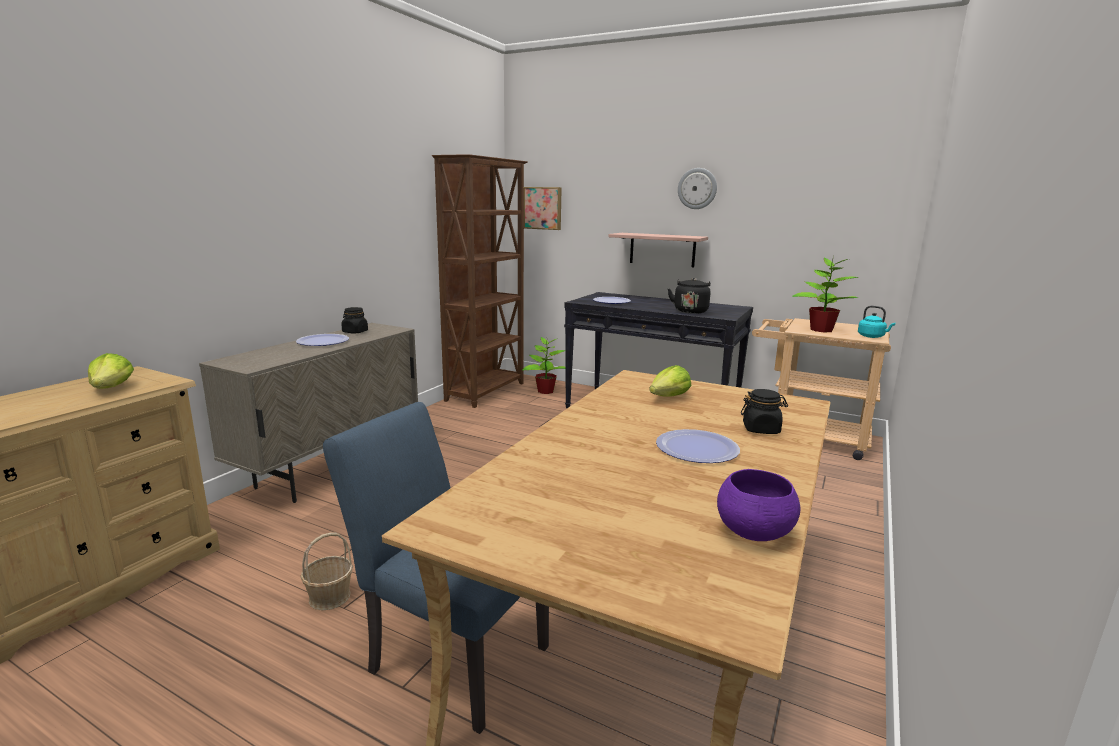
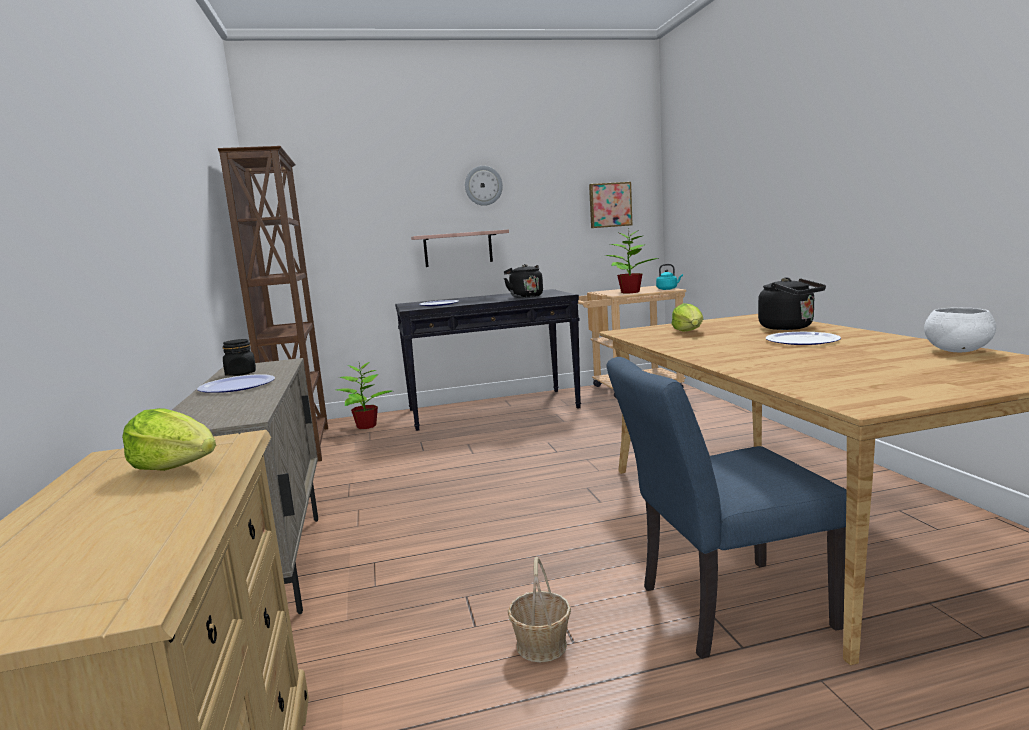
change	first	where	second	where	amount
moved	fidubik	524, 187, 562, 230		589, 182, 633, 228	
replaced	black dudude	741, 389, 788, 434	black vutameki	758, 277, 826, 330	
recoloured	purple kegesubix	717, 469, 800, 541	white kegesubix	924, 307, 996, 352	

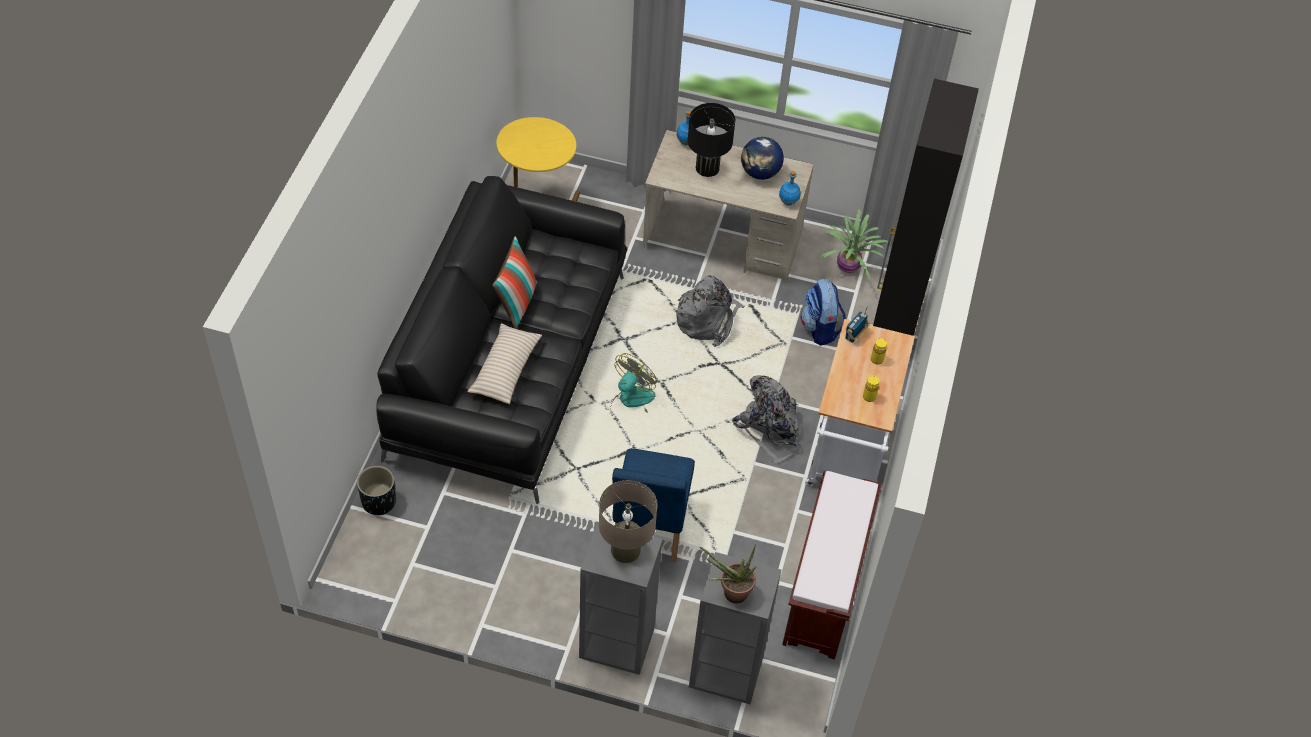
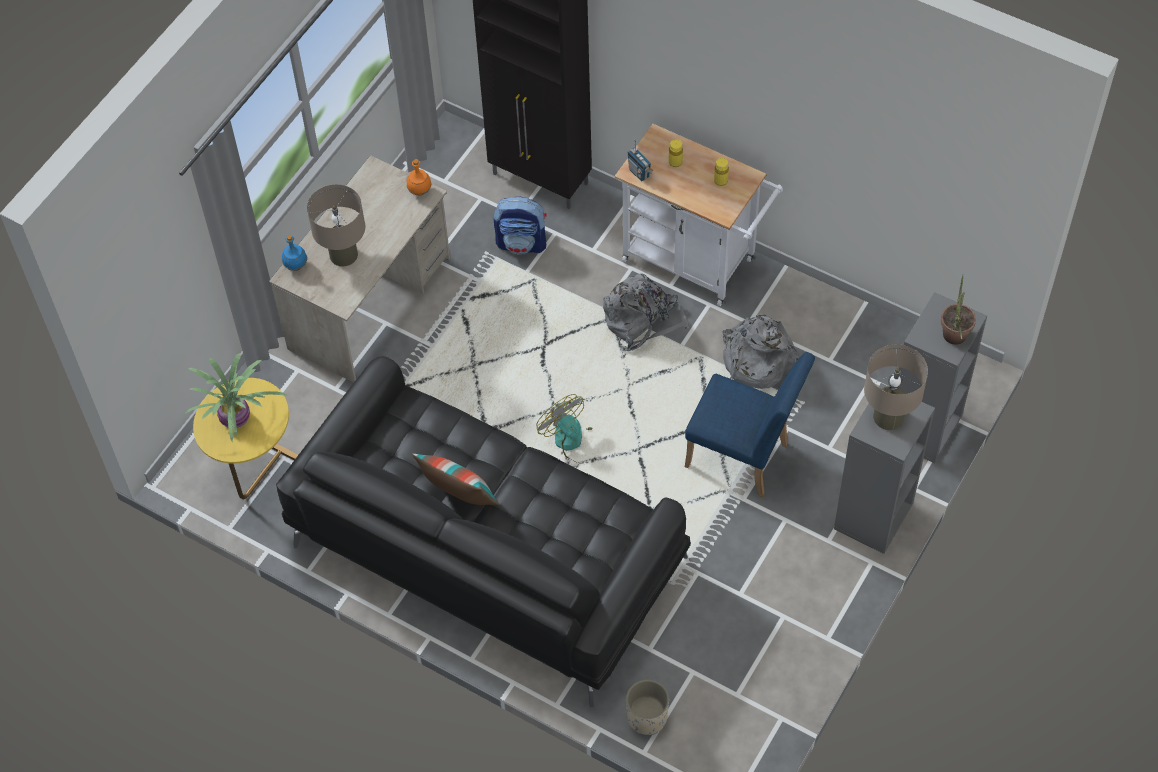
change	first	where	second	where	amount
recoloured	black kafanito	688, 103, 735, 177	beige kafanito	307, 184, 365, 266	
removed	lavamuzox	741, 137, 784, 180			
recoloured	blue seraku	779, 171, 801, 206	orange seraku	407, 159, 431, 196	
moved	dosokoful	818, 209, 891, 281		185, 353, 288, 442	
moved	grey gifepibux	676, 275, 745, 347		722, 315, 799, 389	
removed	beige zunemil	467, 323, 542, 404			
recoloured	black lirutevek	357, 466, 396, 515	beige lirutevek	626, 680, 669, 735	
removed	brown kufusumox	782, 471, 882, 659			

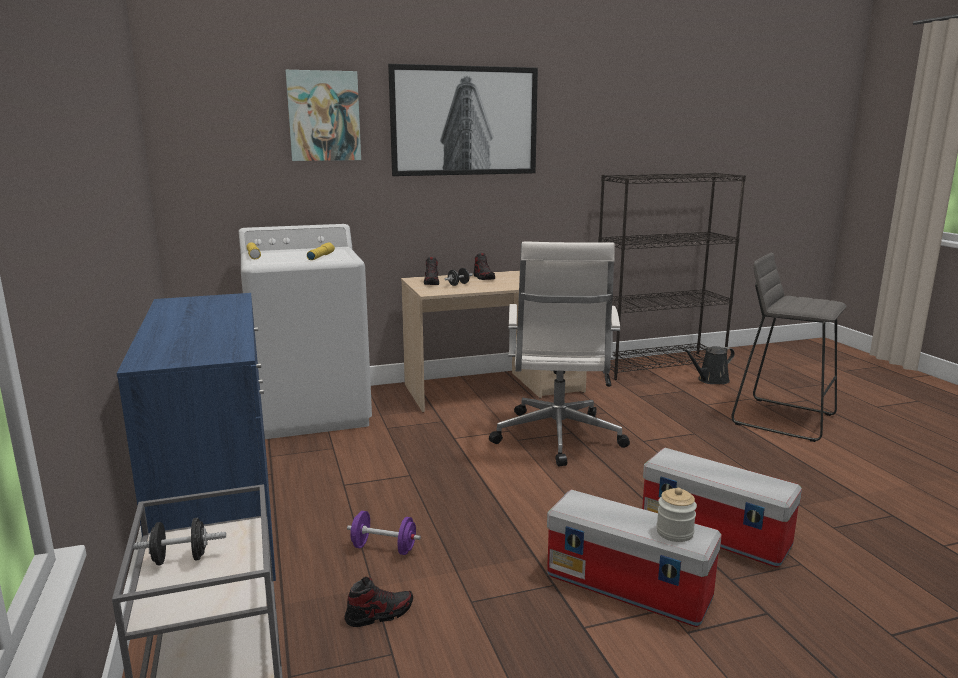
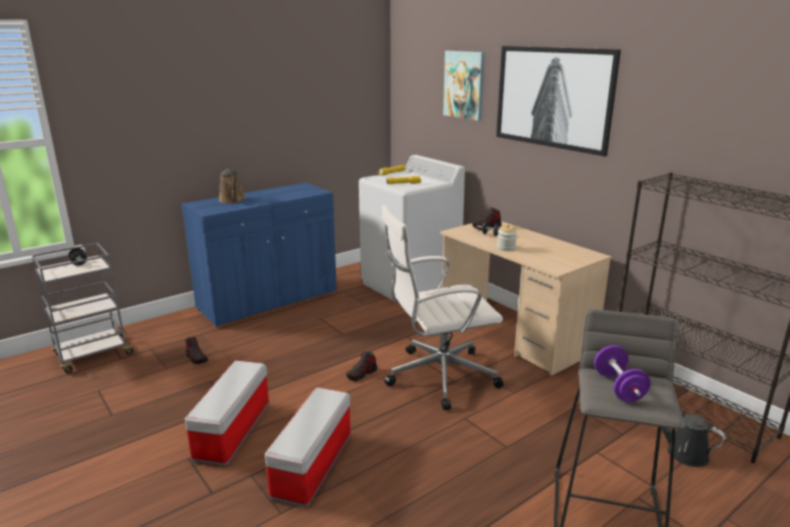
change	first	where	second	where	amount
moved	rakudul	473, 253, 495, 280		346, 351, 377, 381	
moved	dudude	656, 488, 697, 542		497, 224, 517, 251	
moved	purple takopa	347, 511, 421, 555		594, 345, 651, 402	
added			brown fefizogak	219, 169, 245, 203	

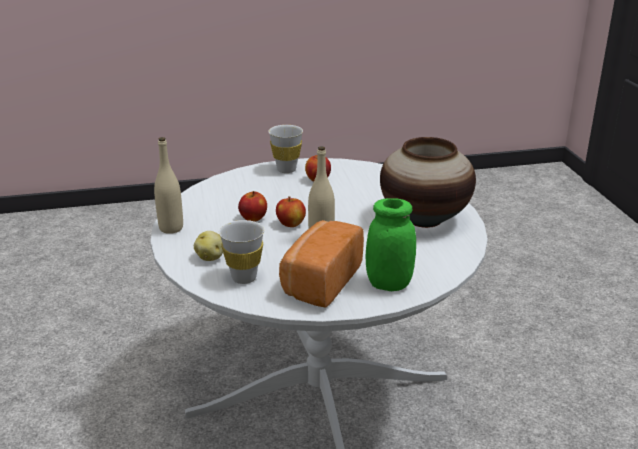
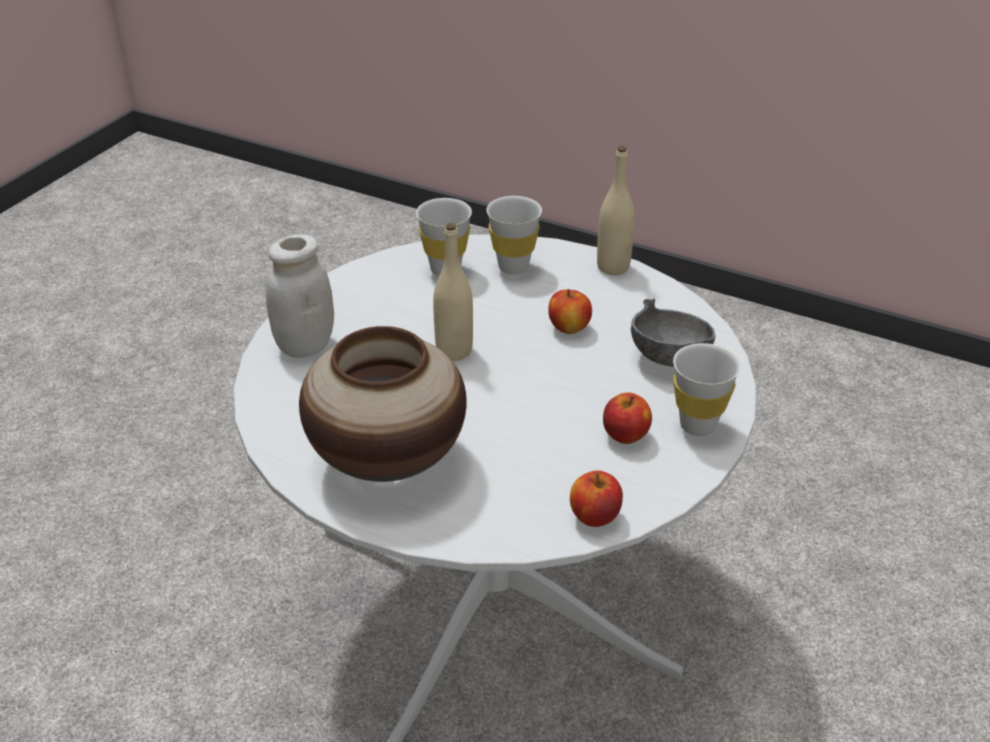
change	first	where	second	where	amount
moved	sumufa	276, 196, 306, 227		570, 471, 623, 527	
recoloured	green dudude	366, 198, 416, 291	white dudude	266, 234, 334, 357	
removed	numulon	279, 220, 364, 308			
replaced	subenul	194, 231, 223, 261	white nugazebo	486, 196, 542, 275	
added			grey kegesubix	631, 299, 716, 367	

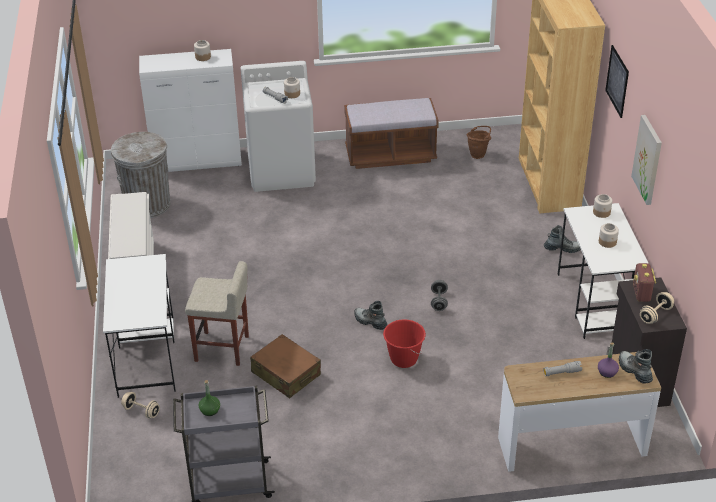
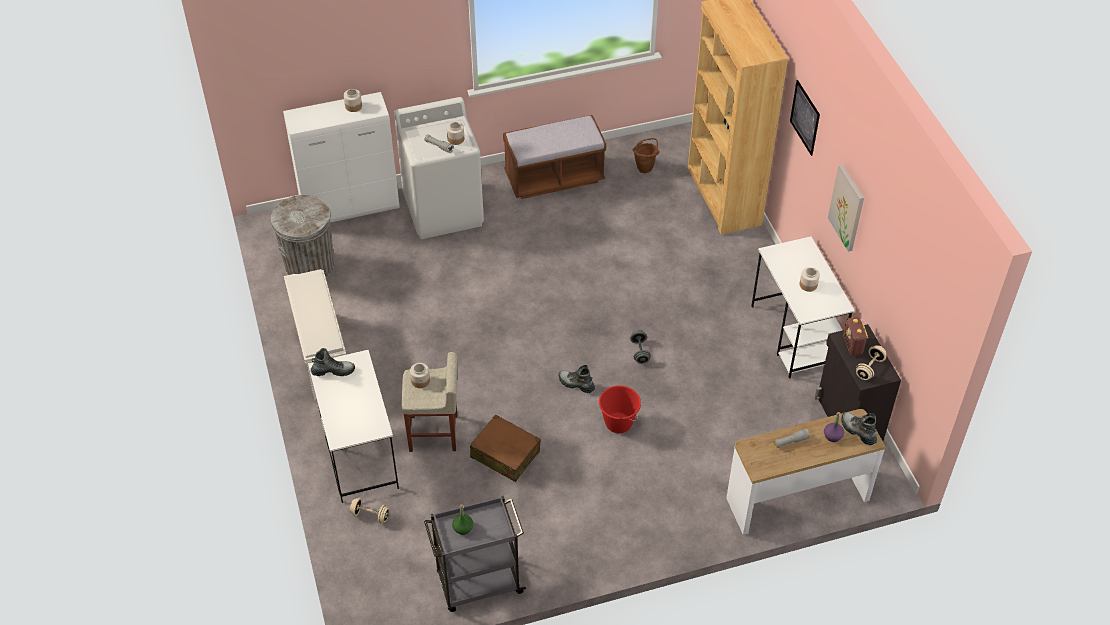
change	first	where	second	where	amount
moved	dudude	593, 194, 612, 218		410, 363, 430, 388	
moved	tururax	544, 225, 581, 253		311, 348, 355, 376	

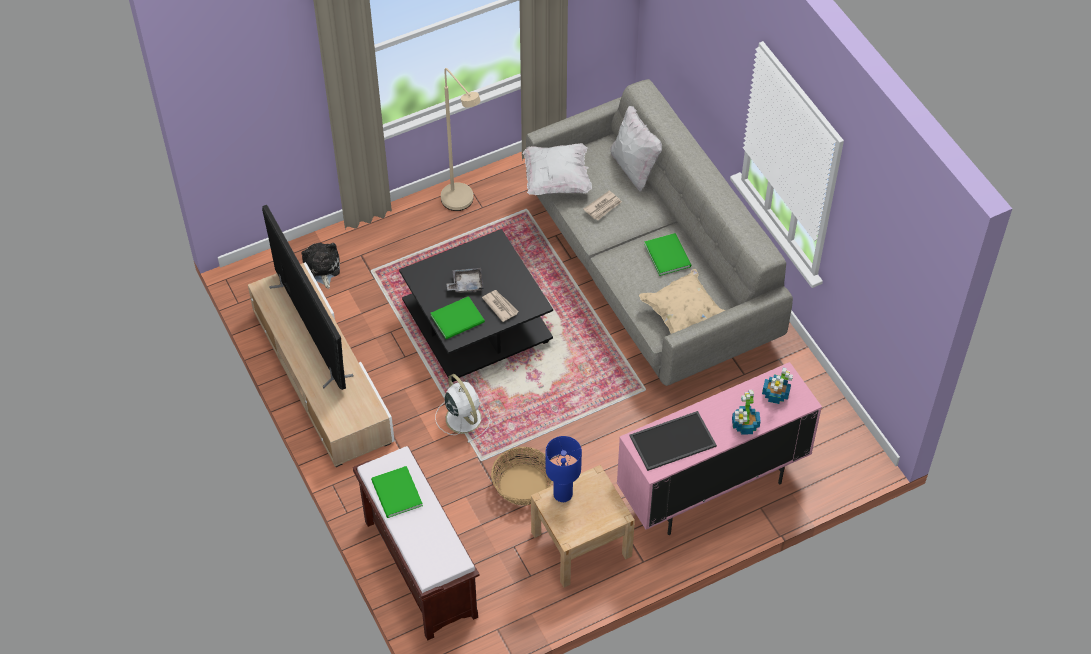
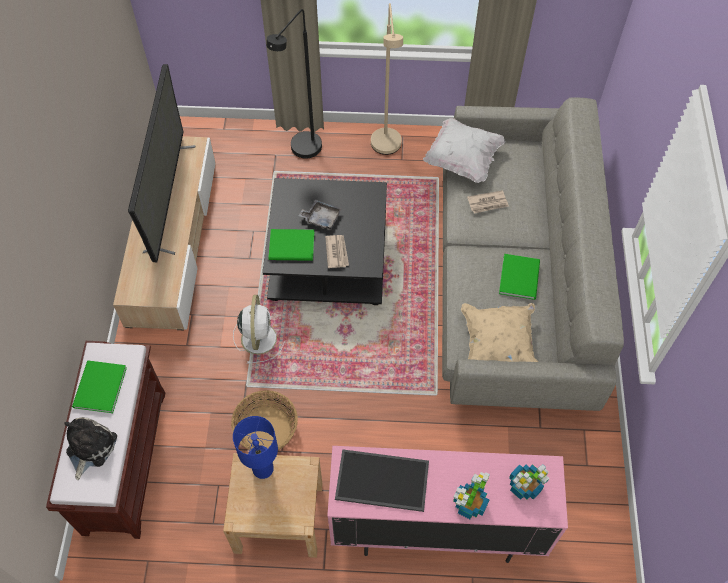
change	first	where	second	where	amount
removed	white zunemil	610, 106, 662, 191			
moved	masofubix	301, 243, 340, 289		64, 417, 117, 480	
added			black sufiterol	266, 9, 322, 158	

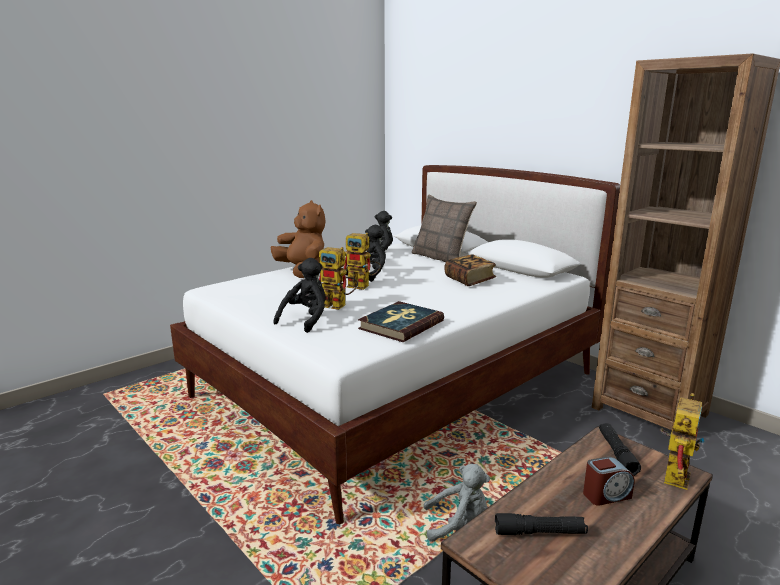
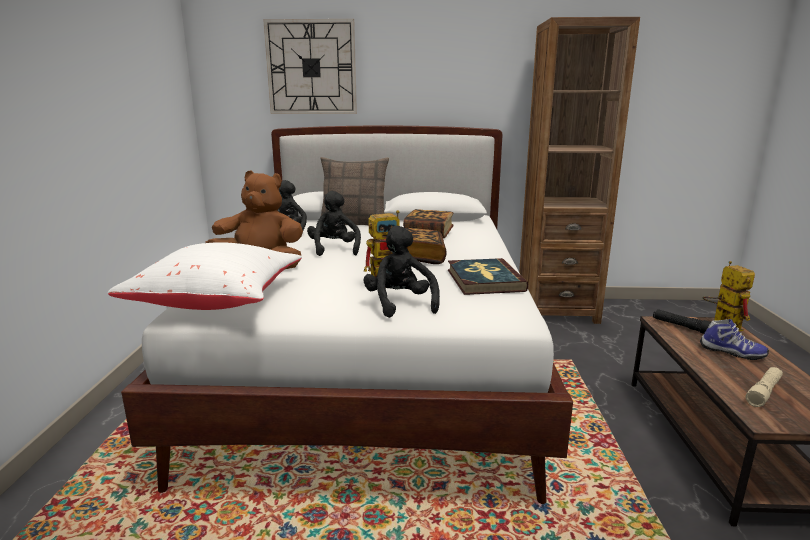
change	first	where	second	where	amount
removed	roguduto	344, 233, 381, 290			
replaced	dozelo	583, 457, 635, 506	rakudul	700, 319, 769, 360	
removed	grey masofubix	424, 464, 490, 541			
recoloured	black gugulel	495, 513, 588, 535	beige gugulel	745, 367, 783, 407	
added			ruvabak	263, 19, 357, 114	
added			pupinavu	405, 228, 447, 264	
added			white zunemil	108, 242, 302, 310	

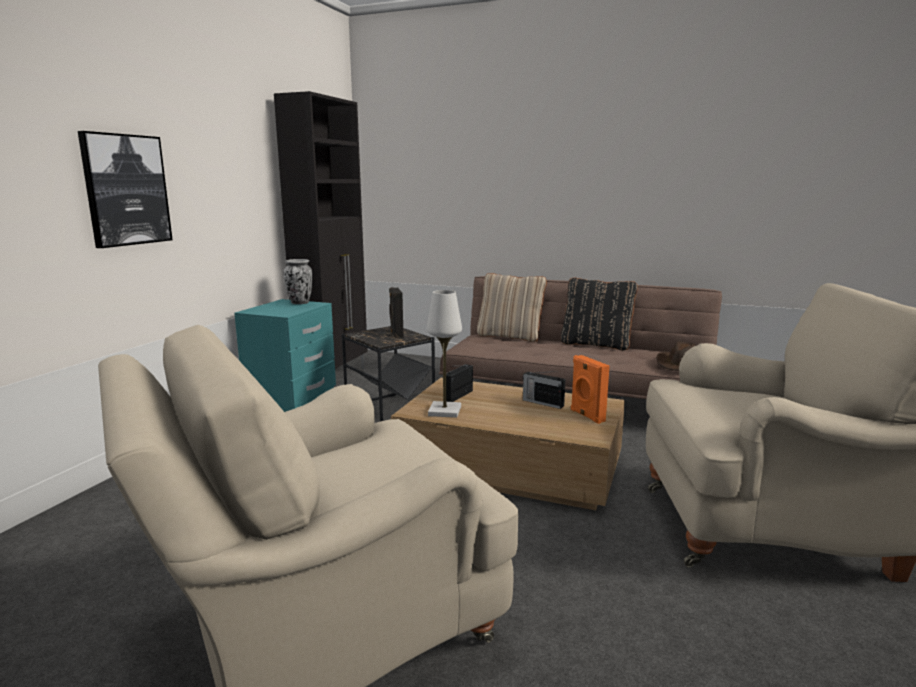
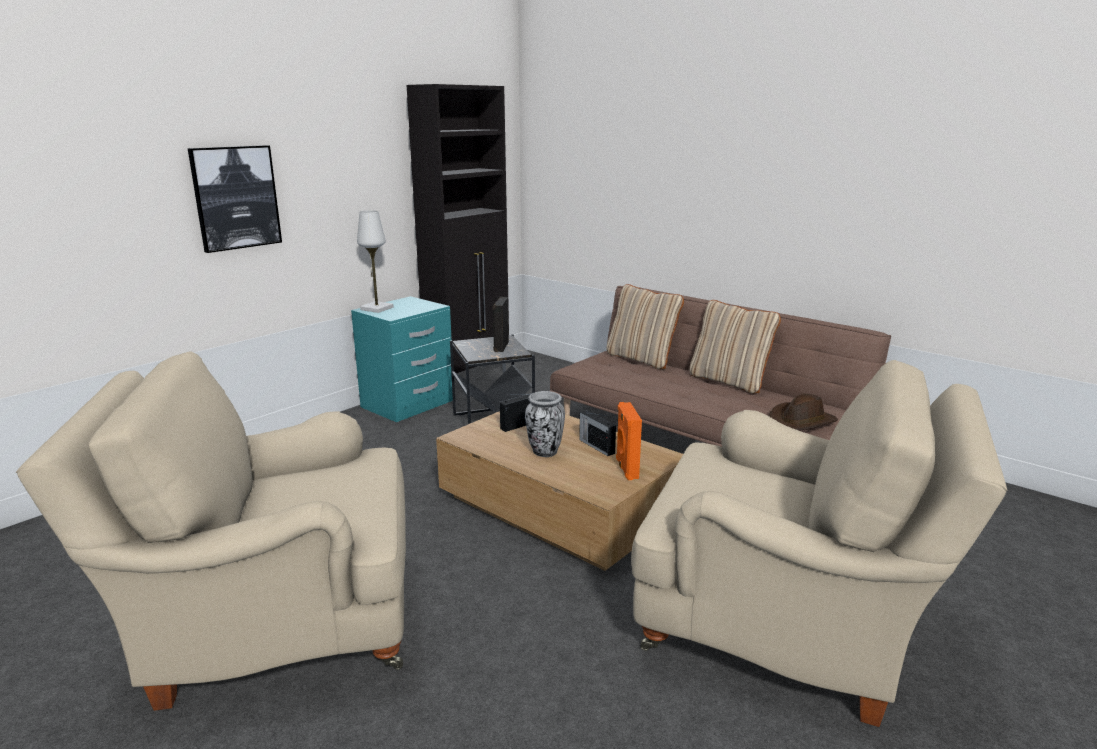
change	first	where	second	where	amount
moved	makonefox	284, 259, 313, 304		525, 391, 565, 457	
recoloured	black zunemil	561, 278, 638, 351	beige zunemil	689, 300, 781, 393	
moved	white kafanito	427, 290, 462, 418		357, 210, 393, 313	

